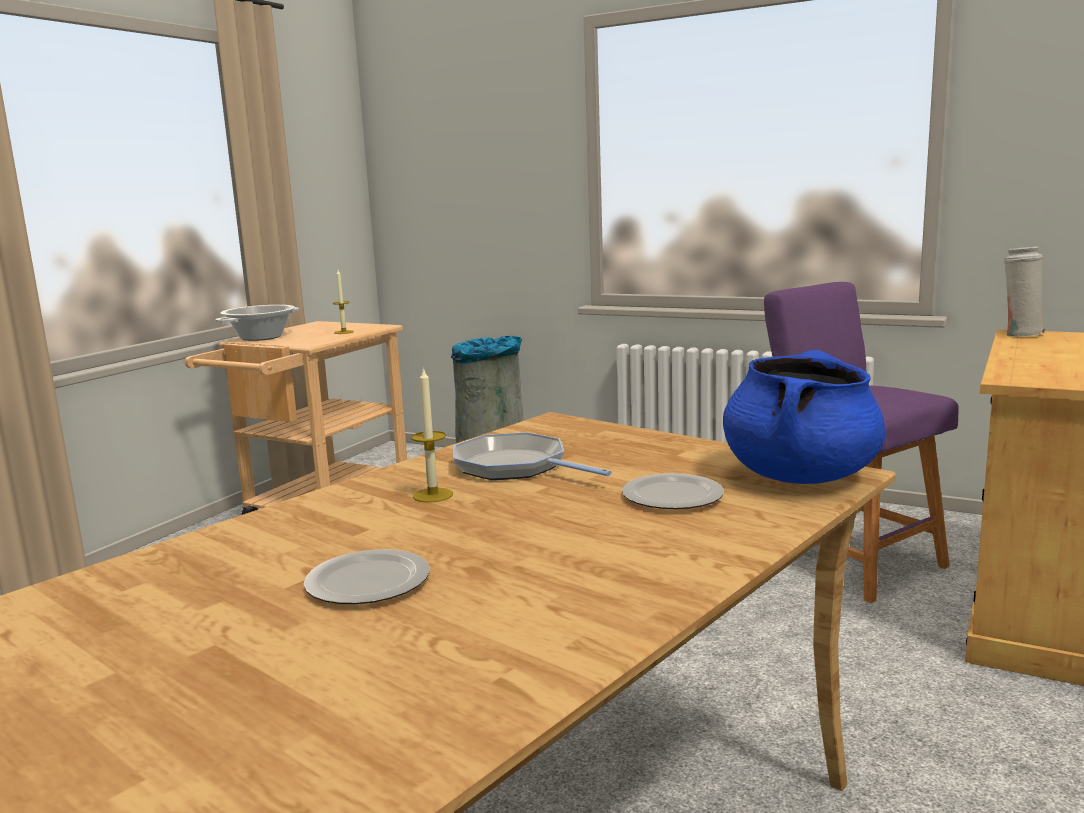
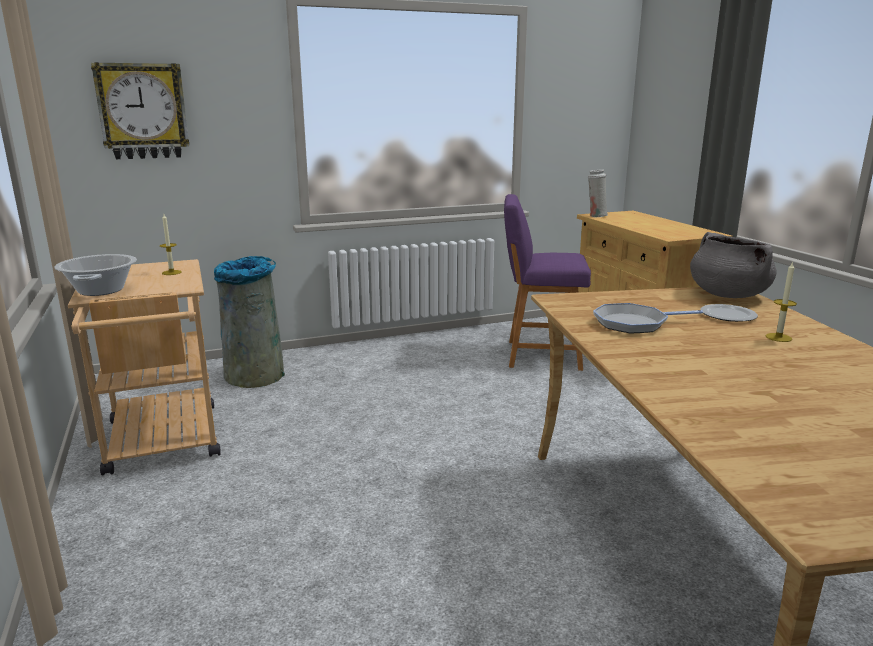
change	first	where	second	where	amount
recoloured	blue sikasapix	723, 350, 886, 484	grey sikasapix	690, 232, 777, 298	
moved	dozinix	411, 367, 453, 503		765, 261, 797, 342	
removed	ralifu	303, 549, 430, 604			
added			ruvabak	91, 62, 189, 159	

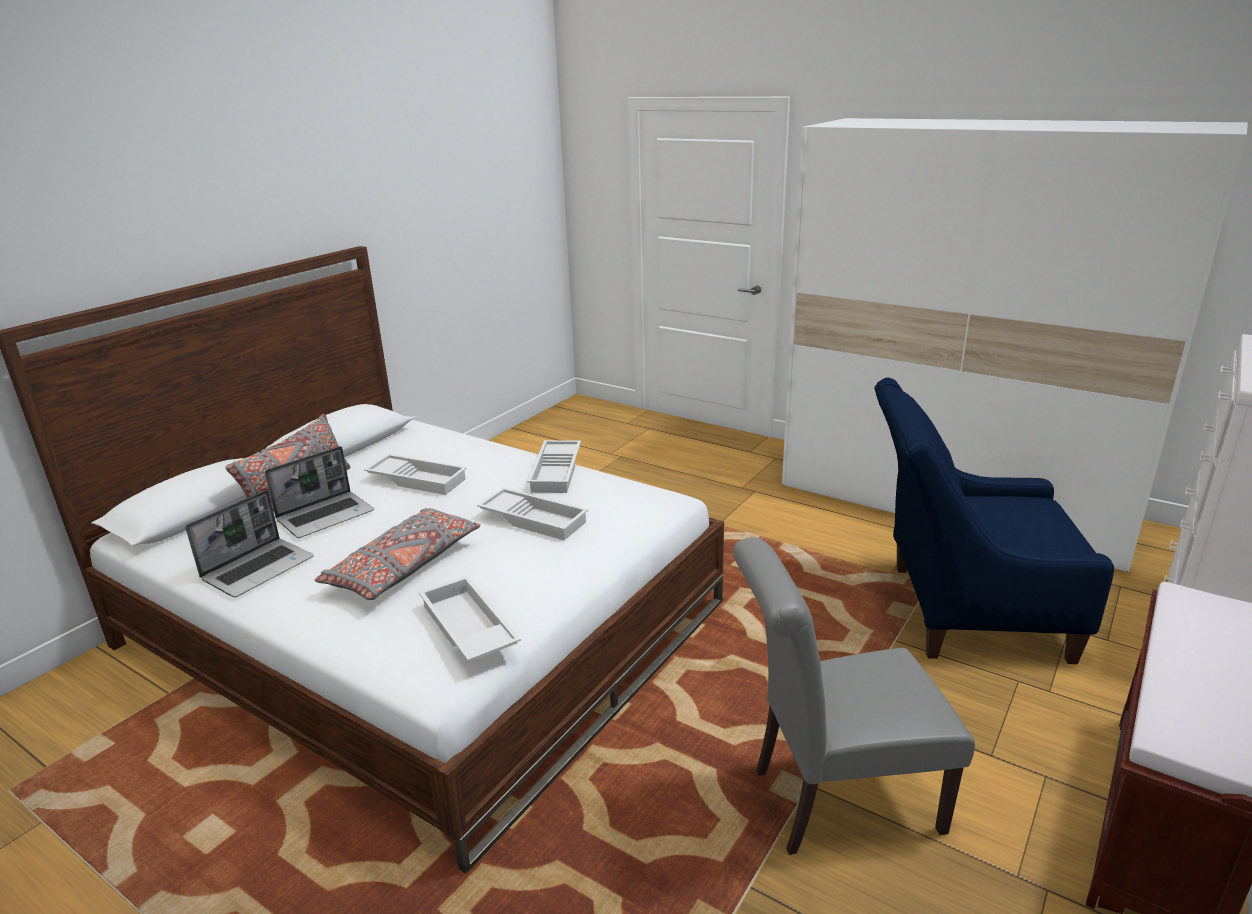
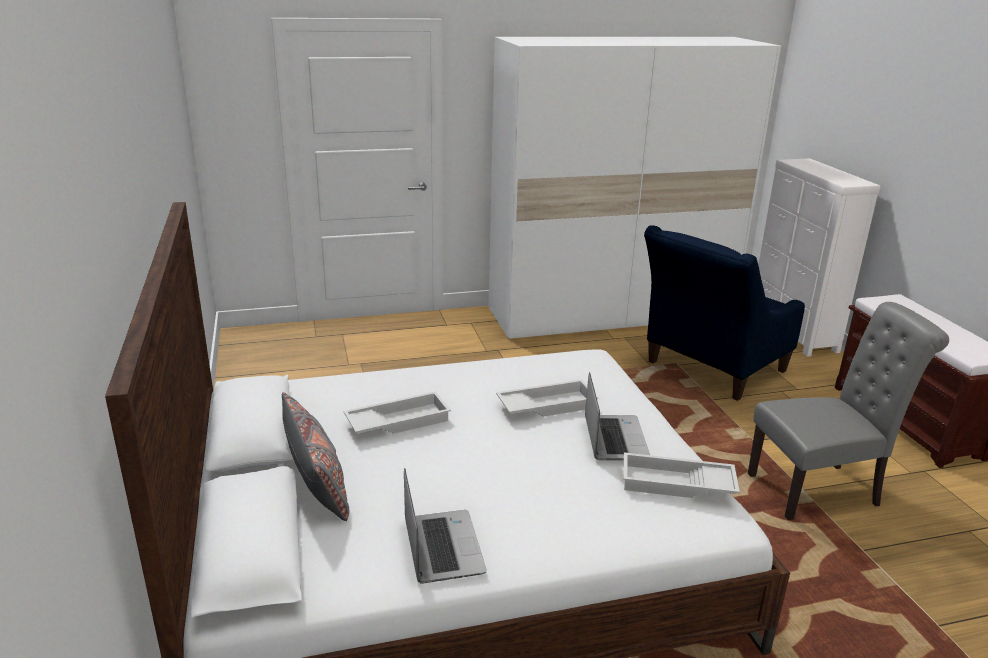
change	first	where	second	where	amount
removed	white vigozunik	527, 440, 581, 493			
moved	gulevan	265, 446, 374, 538		585, 372, 650, 460	
removed	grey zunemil	315, 508, 481, 600			
turned	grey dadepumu	733, 537, 975, 855		748, 302, 949, 520	135 degrees counterclockwise

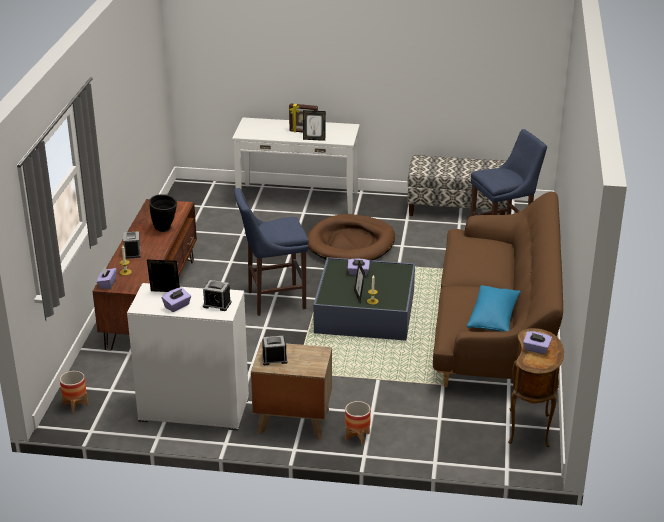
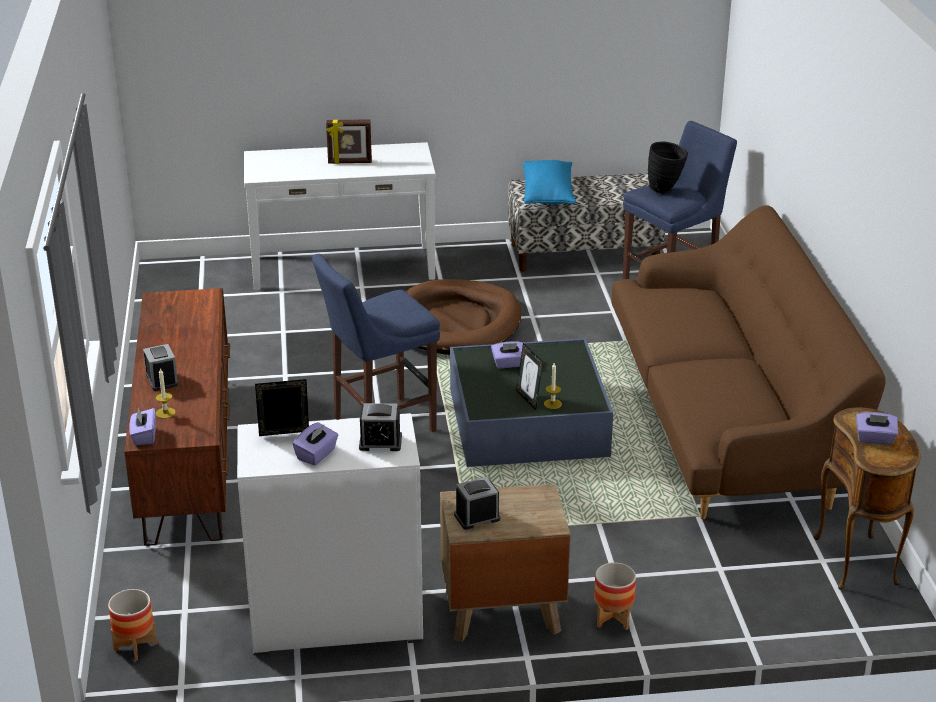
change	first	where	second	where	amount
removed	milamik	303, 110, 326, 141			
moved	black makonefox	149, 194, 177, 232		648, 141, 688, 195	
moved	blue zunemil	467, 285, 521, 331		523, 160, 576, 204	

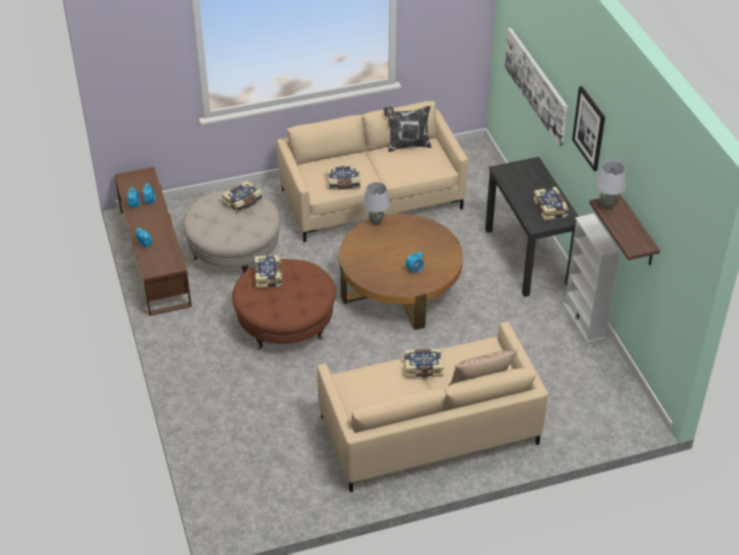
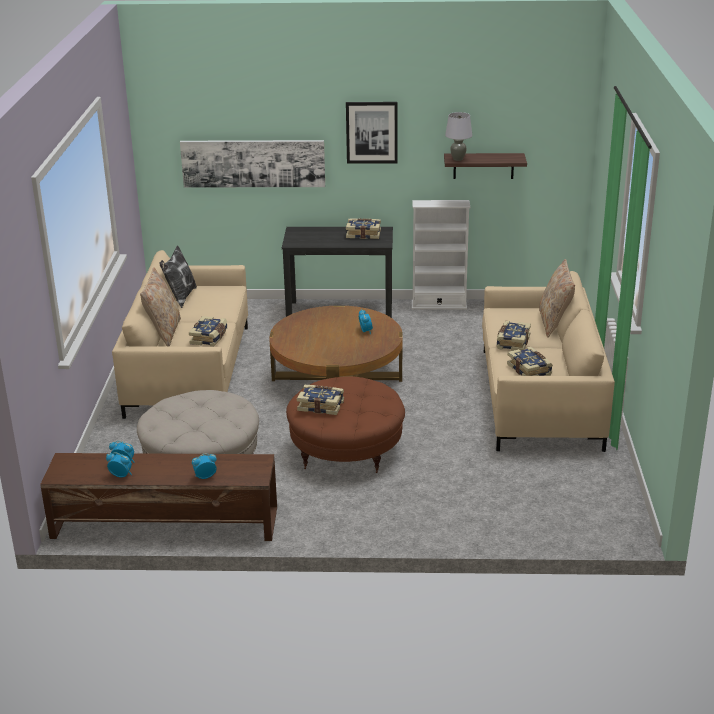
change	first	where	second	where	amount
moved	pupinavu	222, 181, 262, 213		507, 347, 553, 376	
removed	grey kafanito	363, 182, 390, 225			
added			beige zunemil	140, 267, 181, 347	

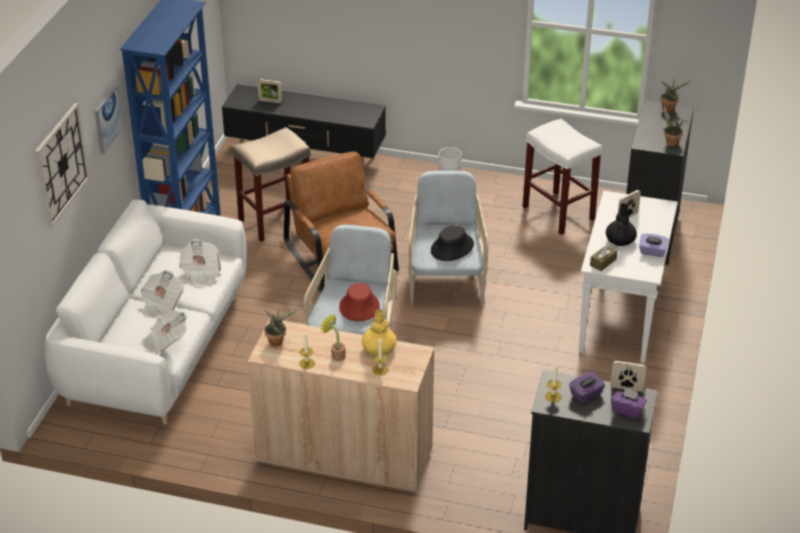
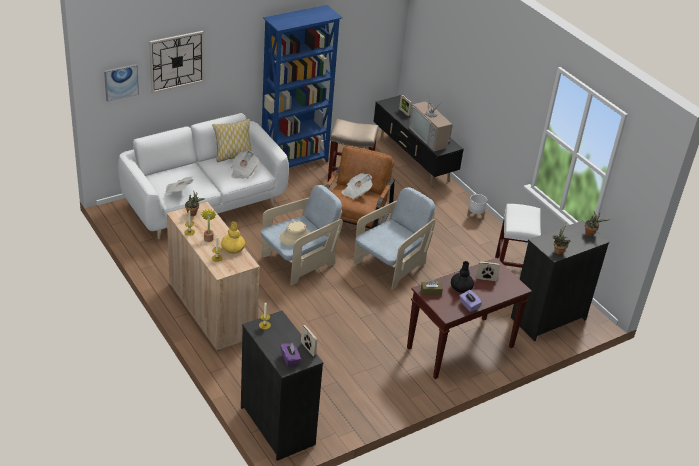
change	first	where	second	where	amount
moved	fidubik	94, 85, 124, 154		104, 64, 139, 102	
recoloured	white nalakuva	579, 191, 678, 363	brown nalakuva	407, 258, 532, 379	
removed	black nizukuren	431, 225, 474, 261			
moved	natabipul	141, 270, 184, 318		341, 173, 372, 199	
recoloured	red nizukuren	339, 283, 380, 322	beige nizukuren	280, 221, 310, 246	
removed	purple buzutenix	569, 371, 605, 403			
added			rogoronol	409, 86, 453, 151	
added			zunemil	212, 119, 252, 162	

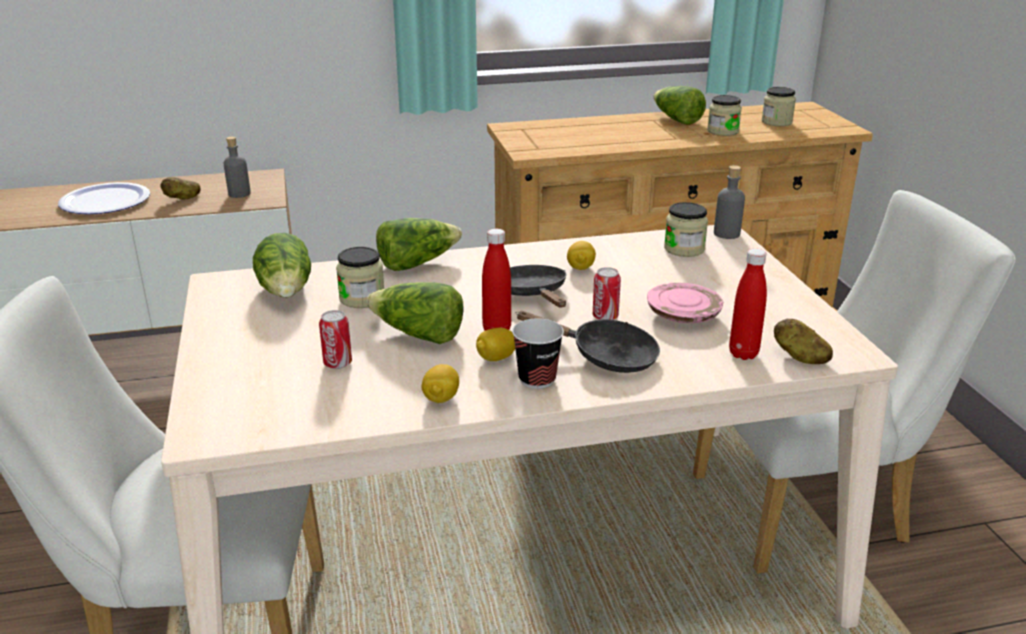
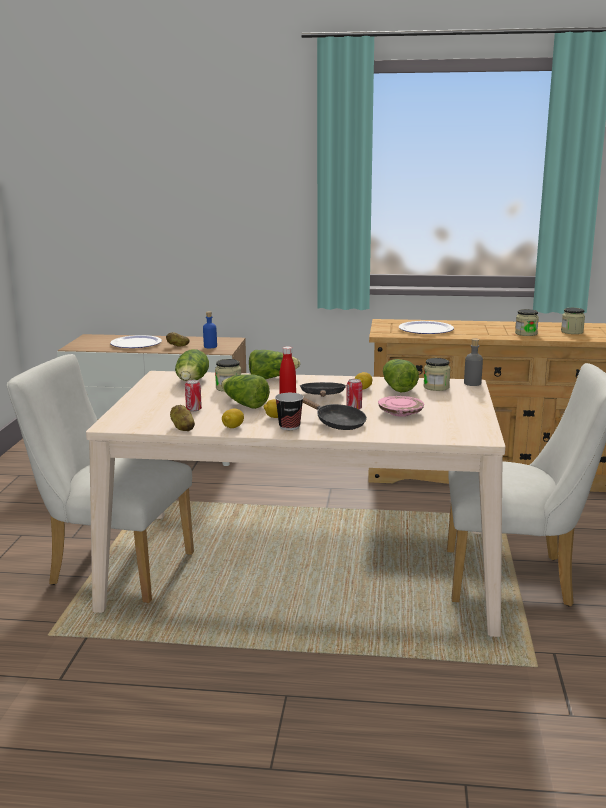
change	first	where	second	where	amount
moved	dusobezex	653, 86, 706, 125		383, 359, 419, 392	
recoloured	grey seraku	223, 137, 251, 198	blue seraku	203, 311, 217, 348	
removed	red seraku	729, 249, 767, 360			
moved	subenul	774, 318, 833, 364		170, 405, 195, 431	
added			ralifu	399, 321, 454, 334	

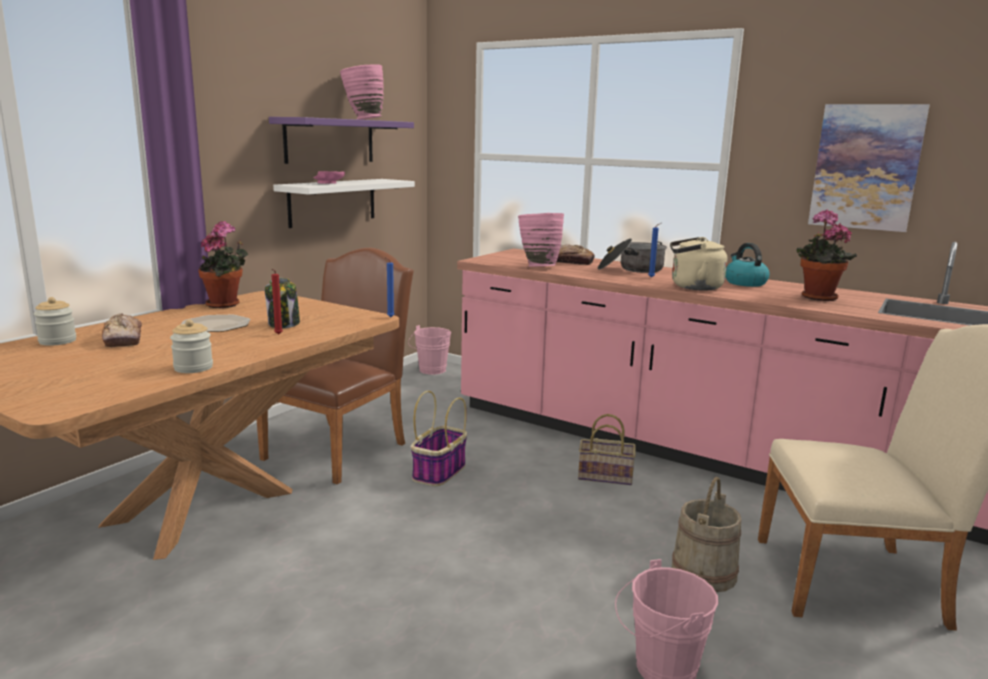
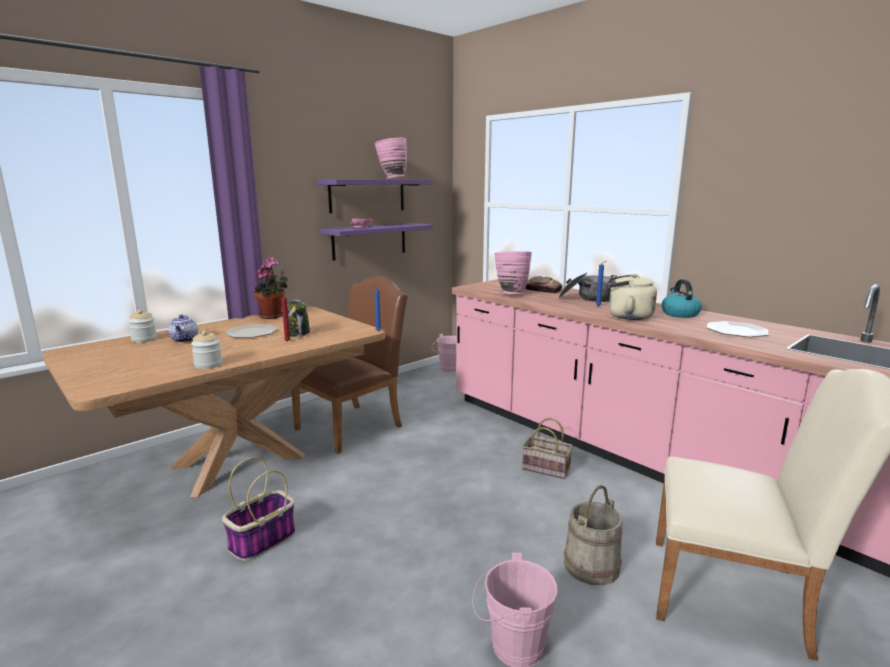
change	first	where	second	where	amount
removed	fidubik	808, 104, 930, 232			
recoloured	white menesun	273, 179, 415, 228	purple menesun	320, 223, 433, 260	
replaced	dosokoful	796, 209, 857, 301	ralifu	706, 321, 769, 337	
replaced	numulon	102, 313, 142, 347	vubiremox	168, 315, 198, 343	
moved	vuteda	411, 391, 467, 486		222, 457, 296, 561	

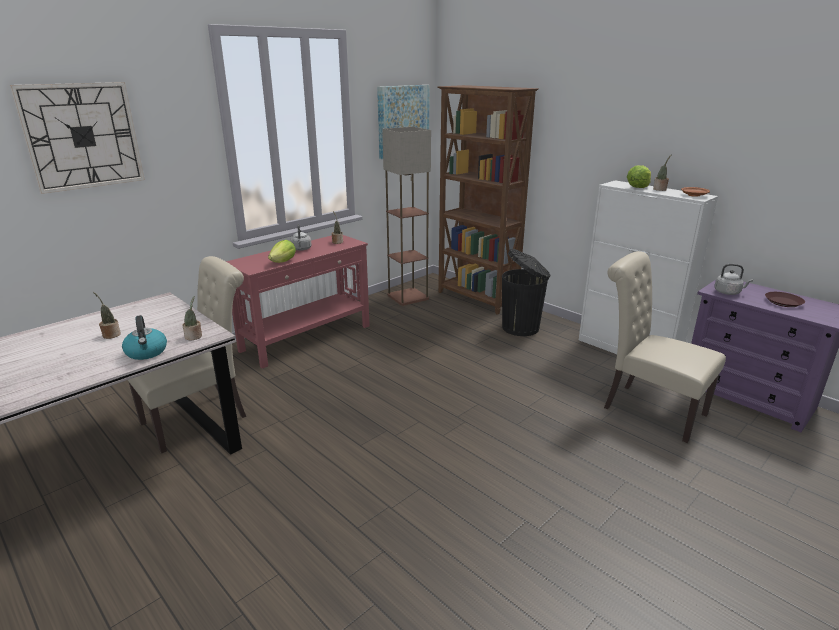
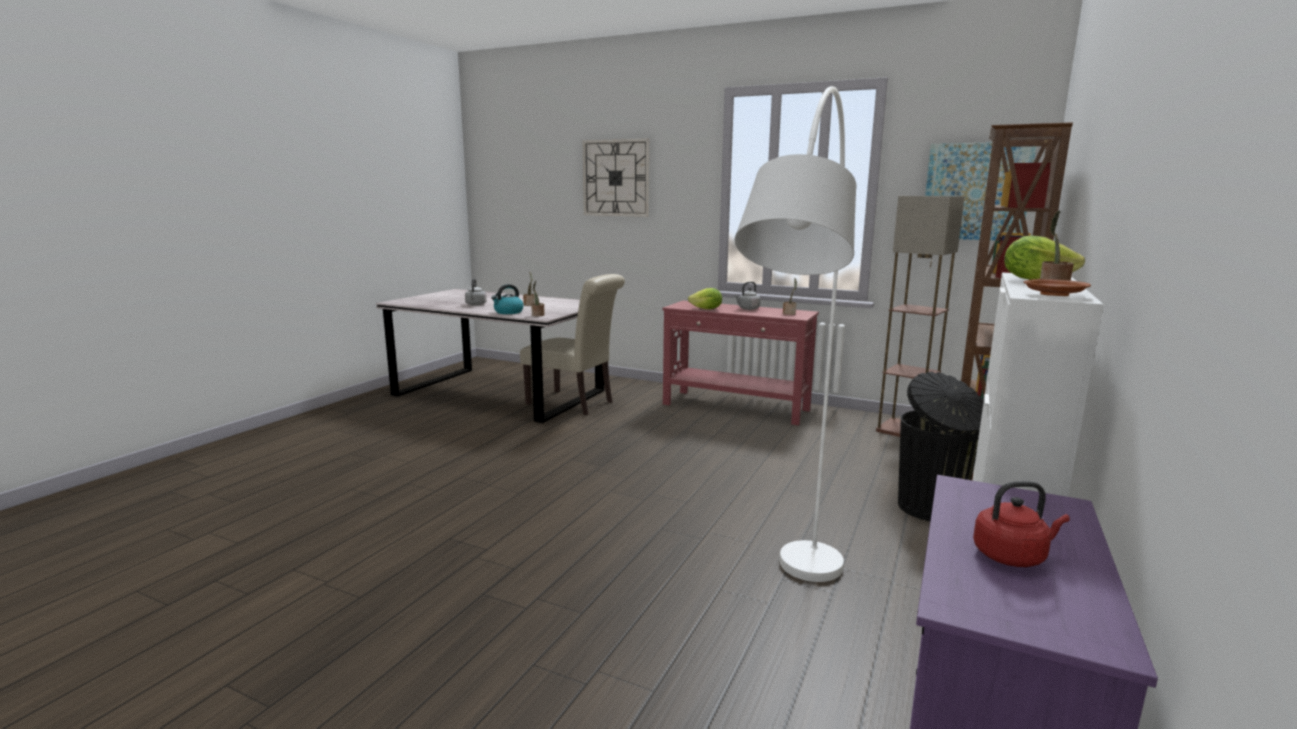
change	first	where	second	where	amount
replaced	beige dadepumu	604, 251, 726, 443	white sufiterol	735, 86, 856, 582	
moved	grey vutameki	714, 264, 753, 295		465, 278, 487, 305	
replaced	brown ralifu	765, 292, 805, 307	red vutameki	973, 481, 1070, 567	

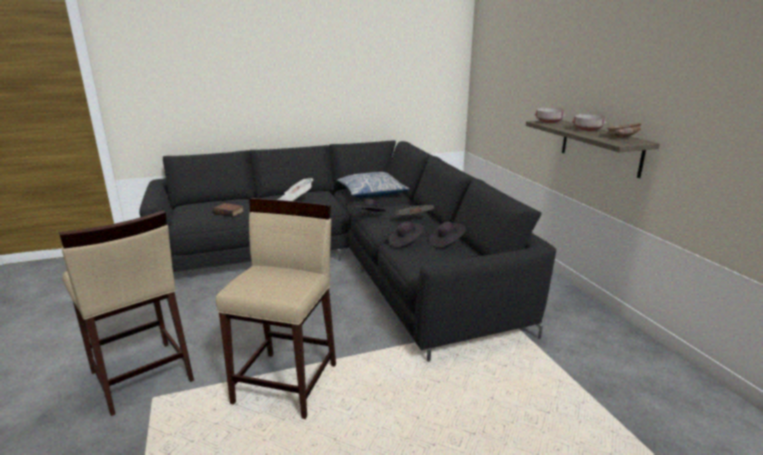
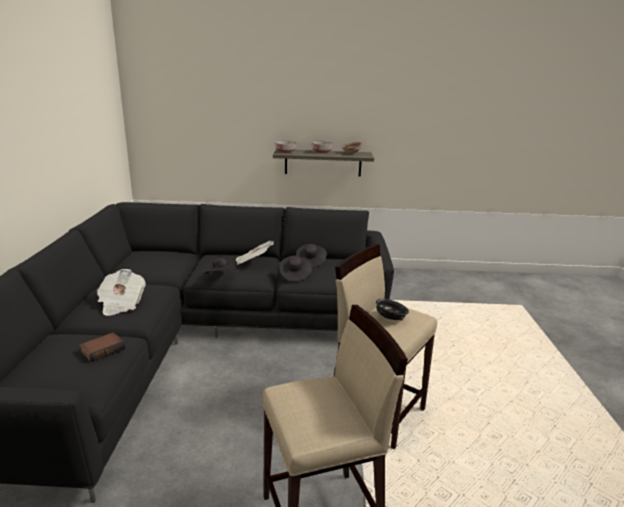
change	first	where	second	where	amount
removed	zunemil	337, 172, 410, 198			
added			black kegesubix	376, 299, 409, 321	

